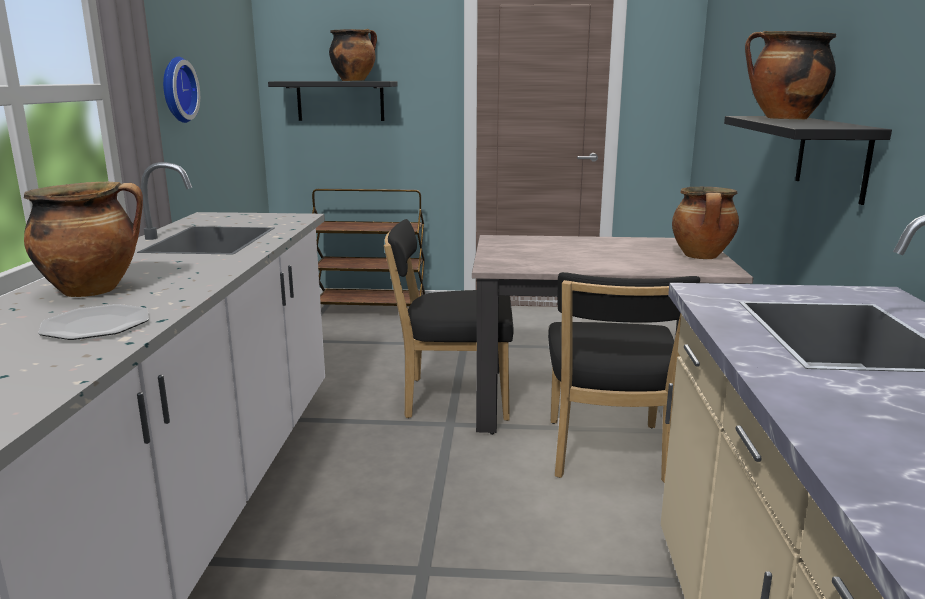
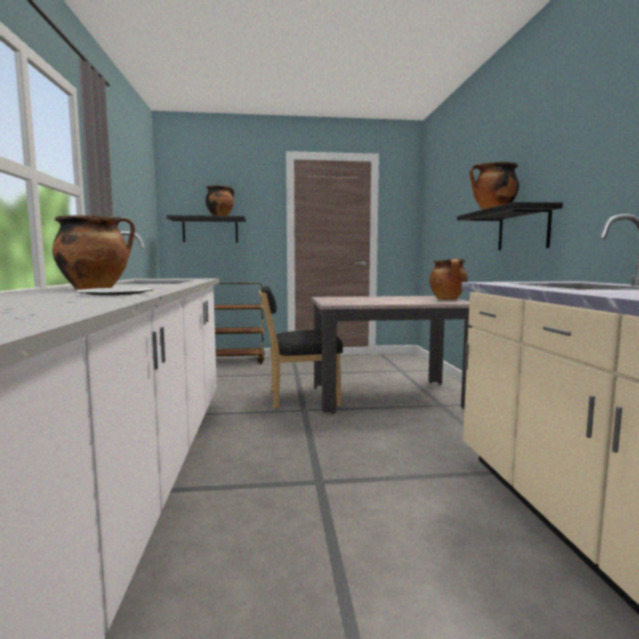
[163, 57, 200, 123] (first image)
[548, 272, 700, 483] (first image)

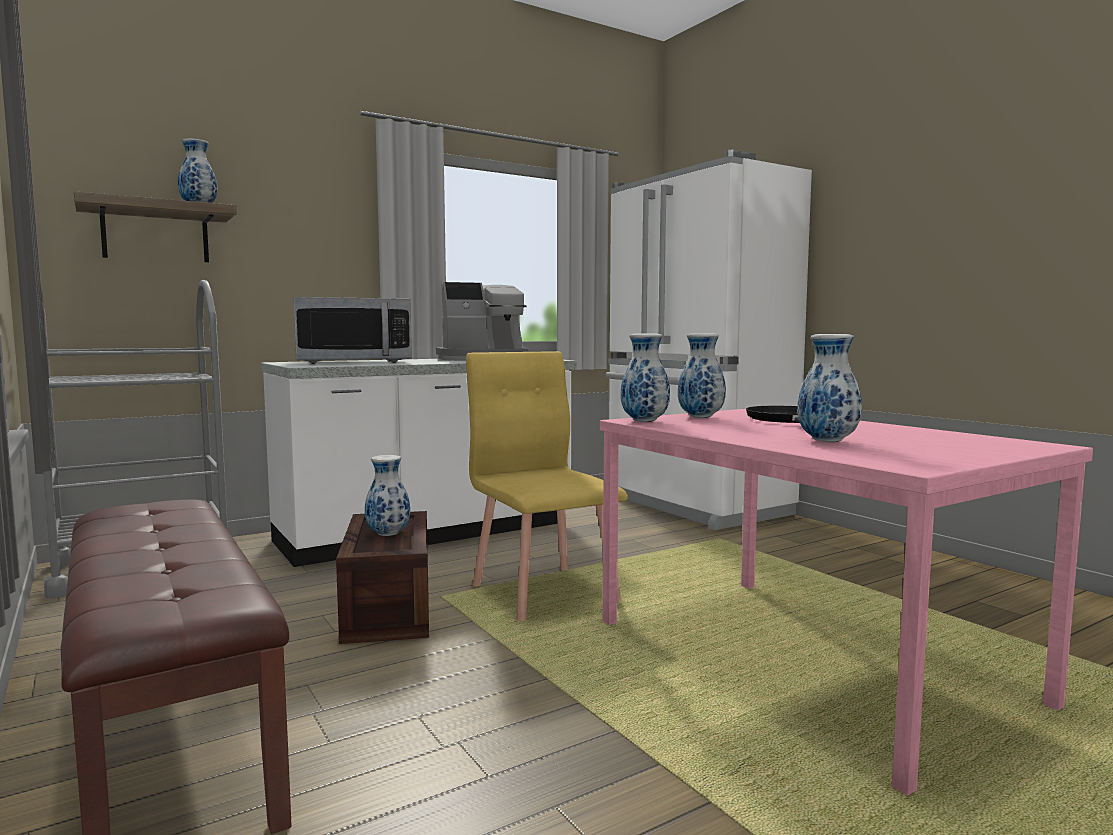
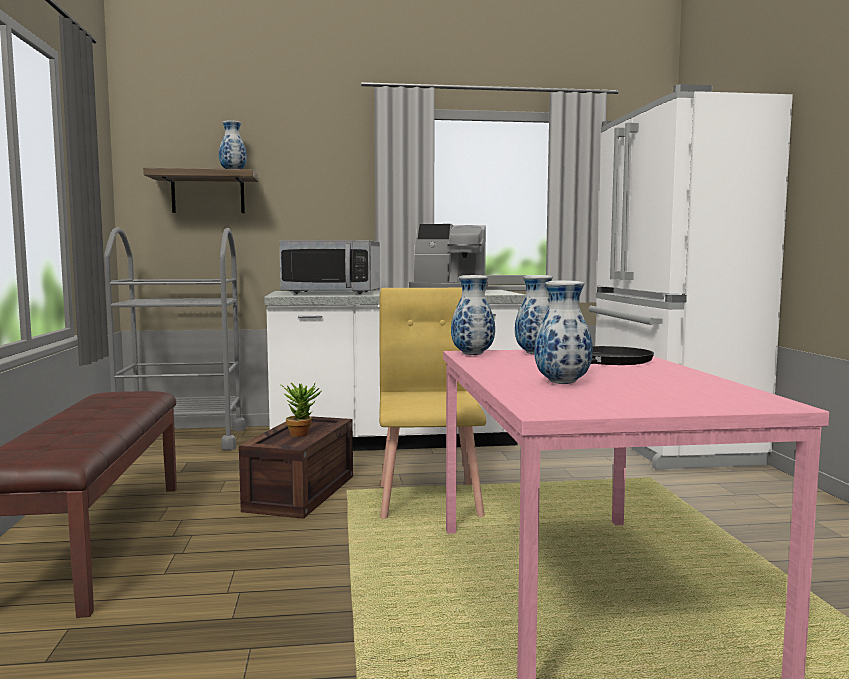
[281, 383, 321, 437]

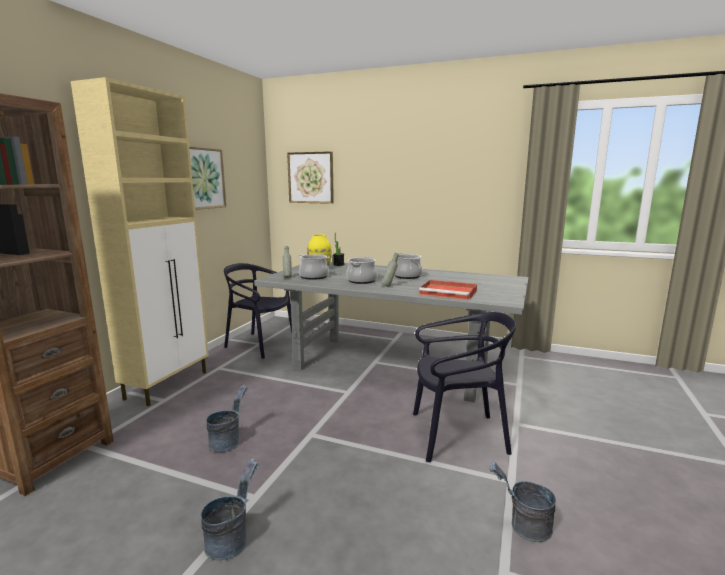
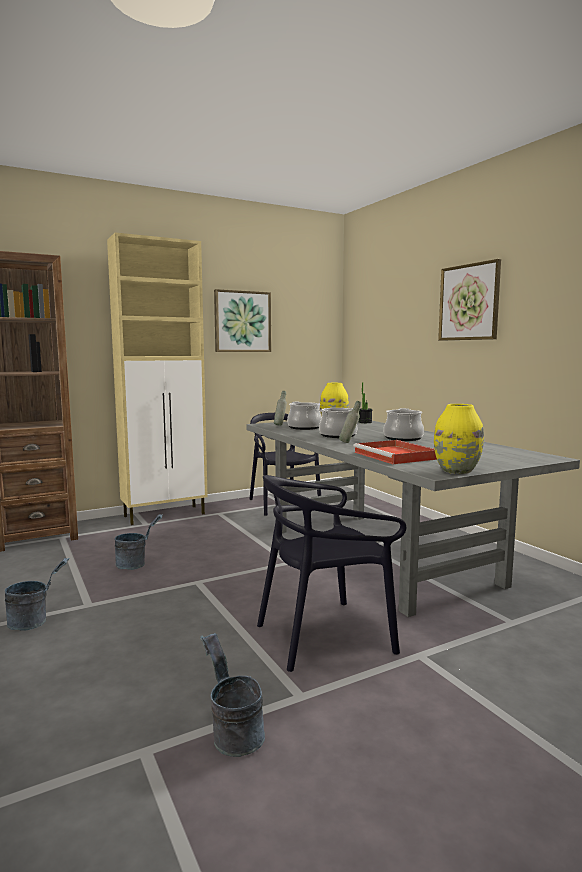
[438, 259, 501, 341]
[257, 475, 406, 672]
[434, 404, 484, 474]

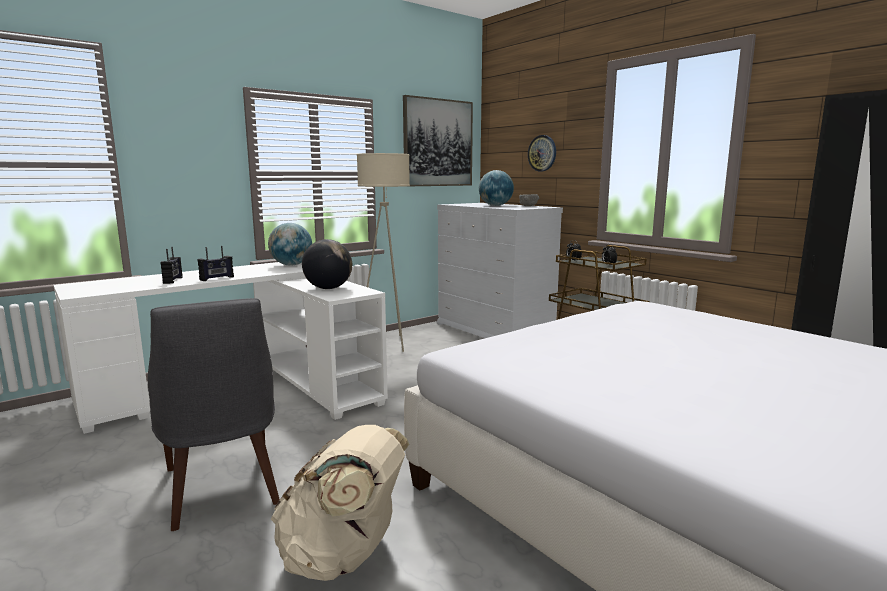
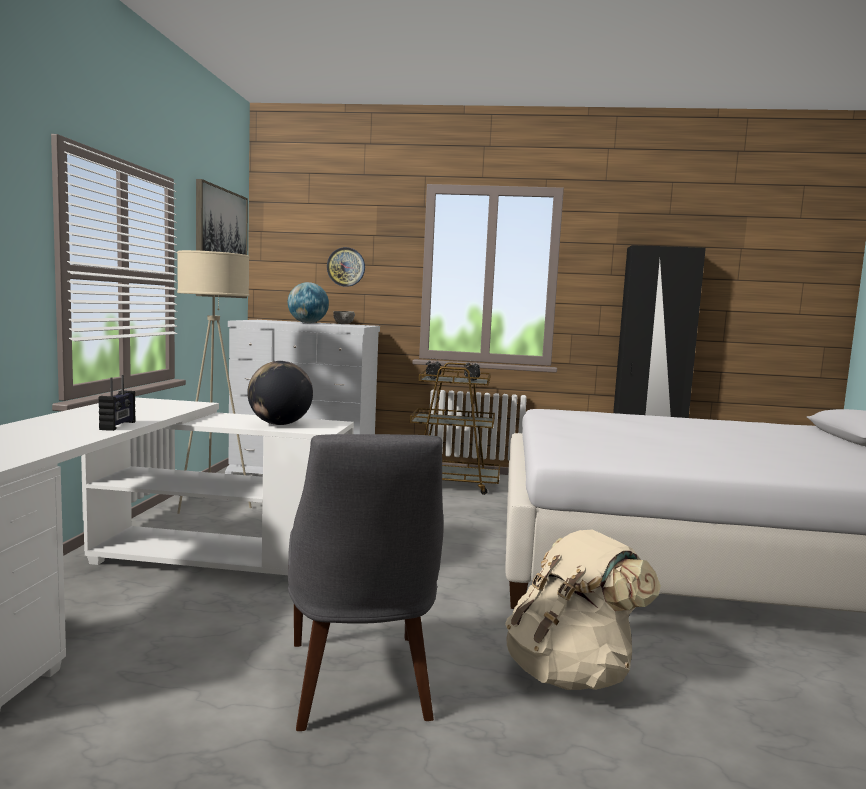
[268, 223, 312, 266] (first image)
[161, 247, 183, 284] (first image)
[288, 434, 444, 731]

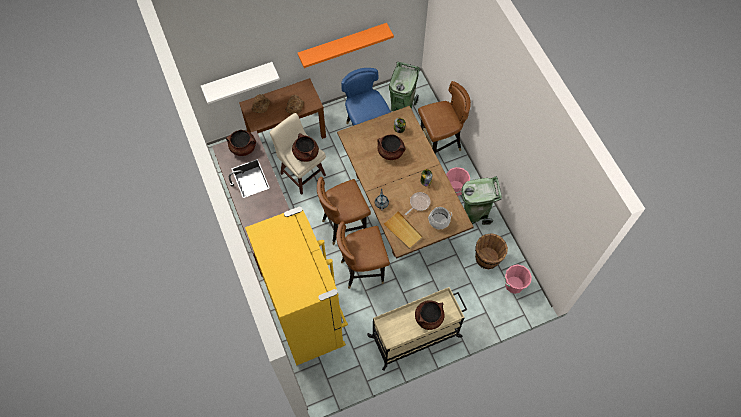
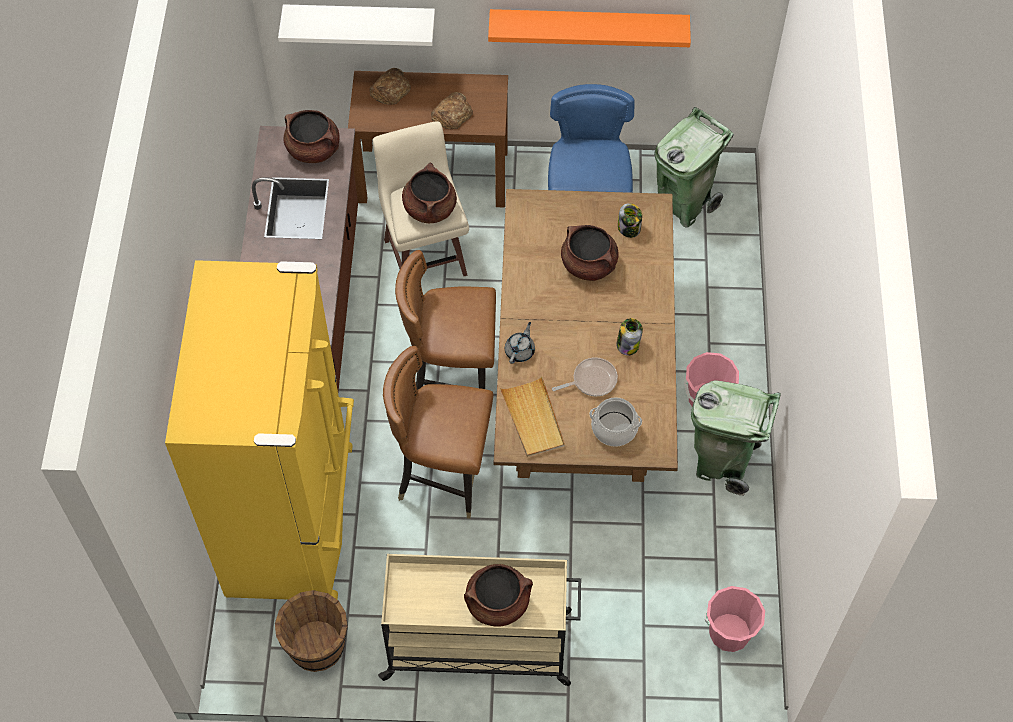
[418, 81, 471, 155] (first image)
[275, 590, 347, 672]

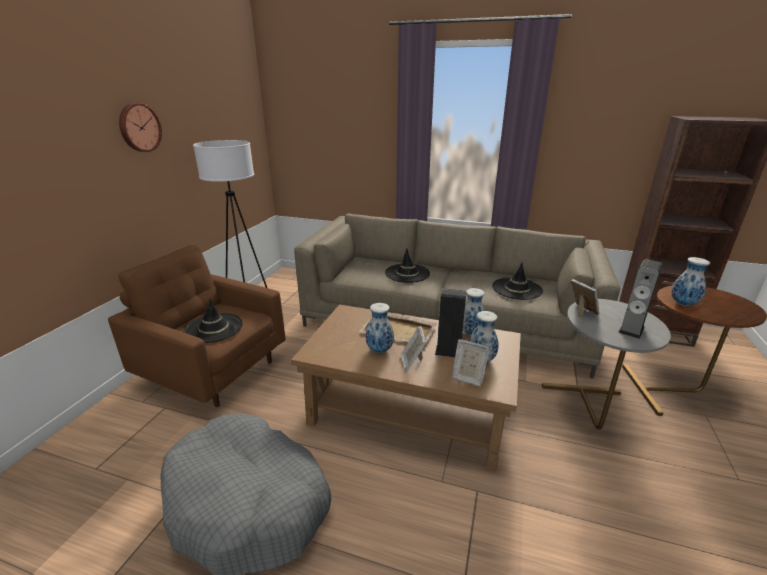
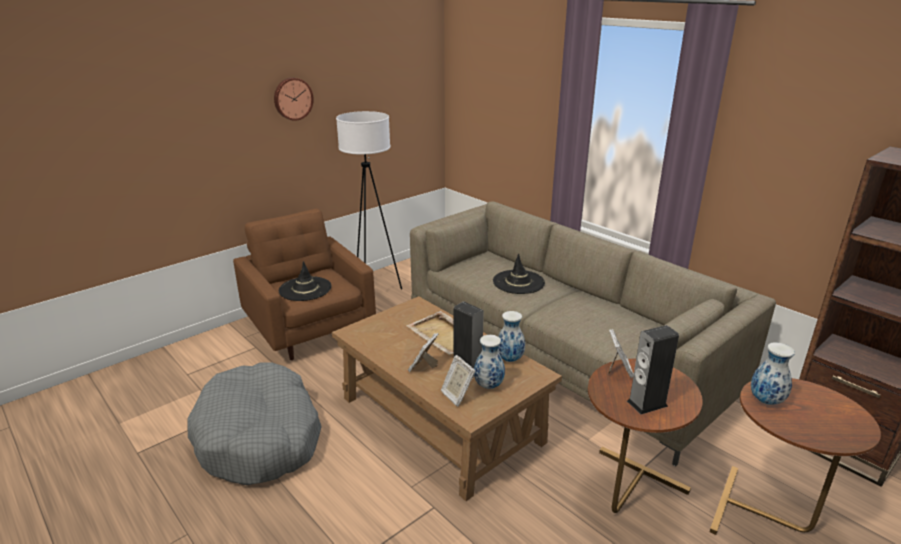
[492, 263, 543, 300] (first image)
[588, 359, 703, 513]
[366, 303, 394, 353] (first image)

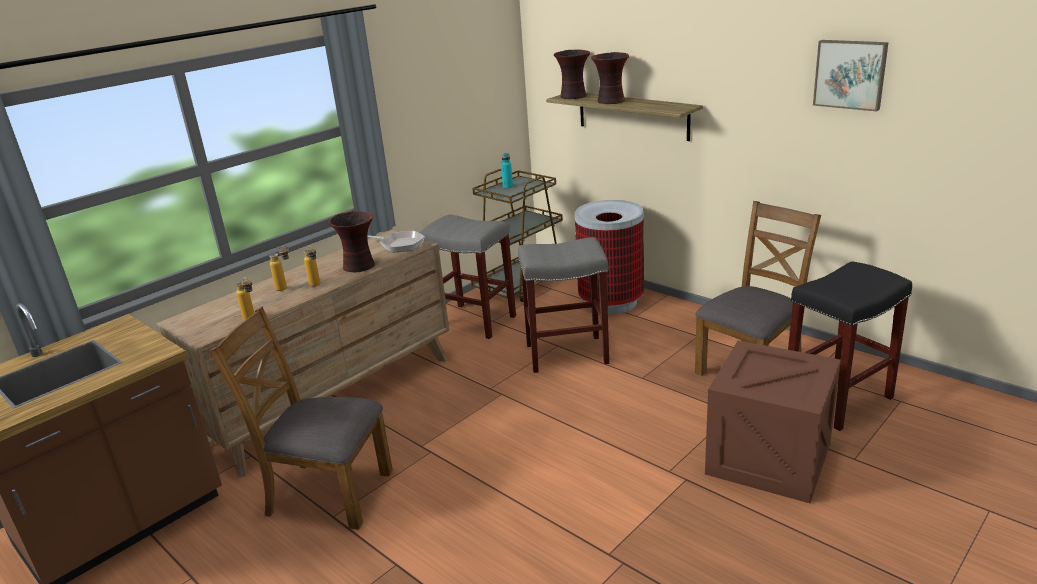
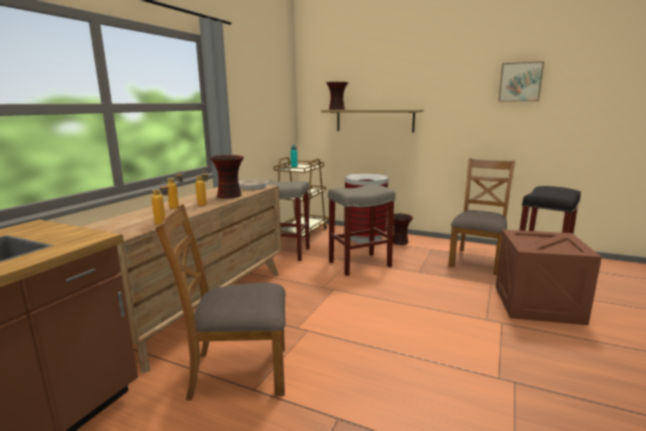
[393, 213, 413, 245]

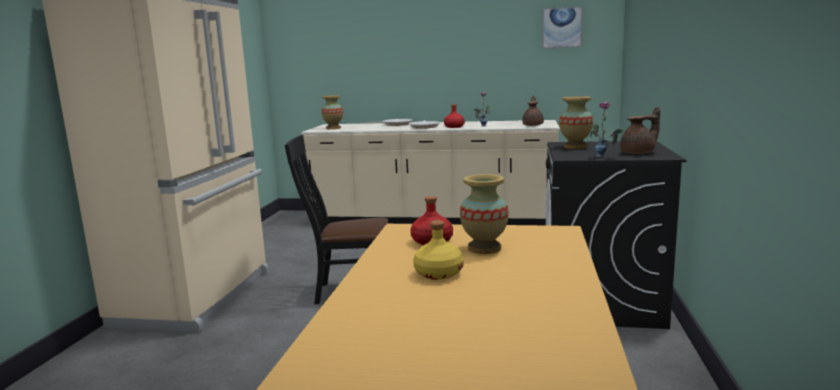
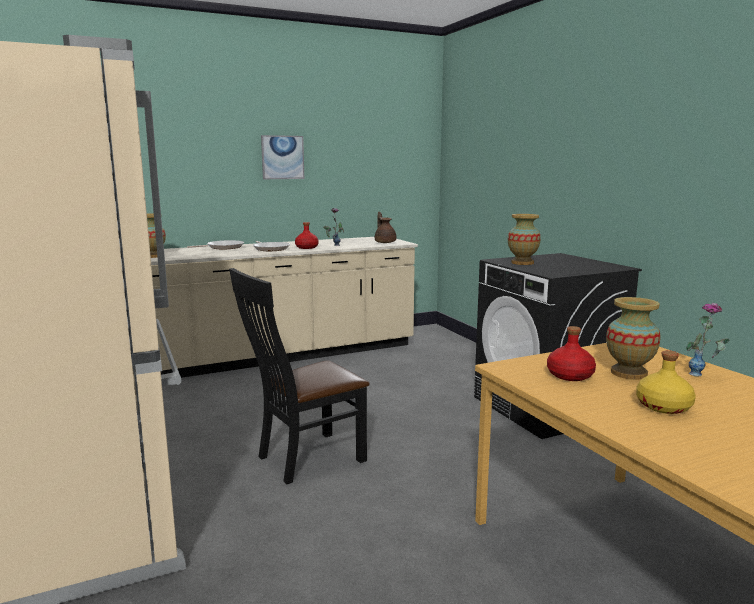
[261, 135, 304, 179]
[686, 303, 730, 377]
[620, 107, 660, 154] (first image)

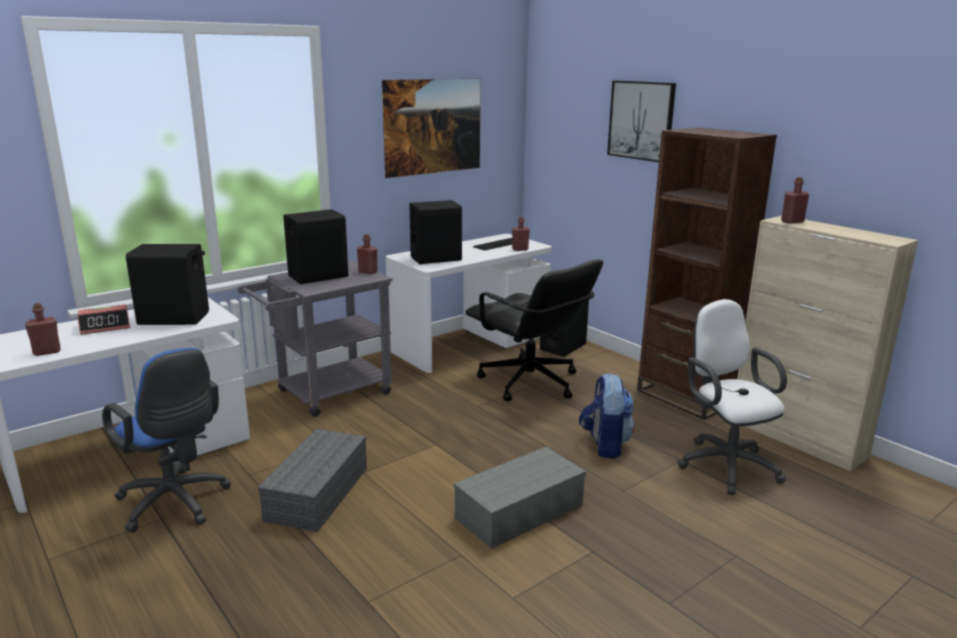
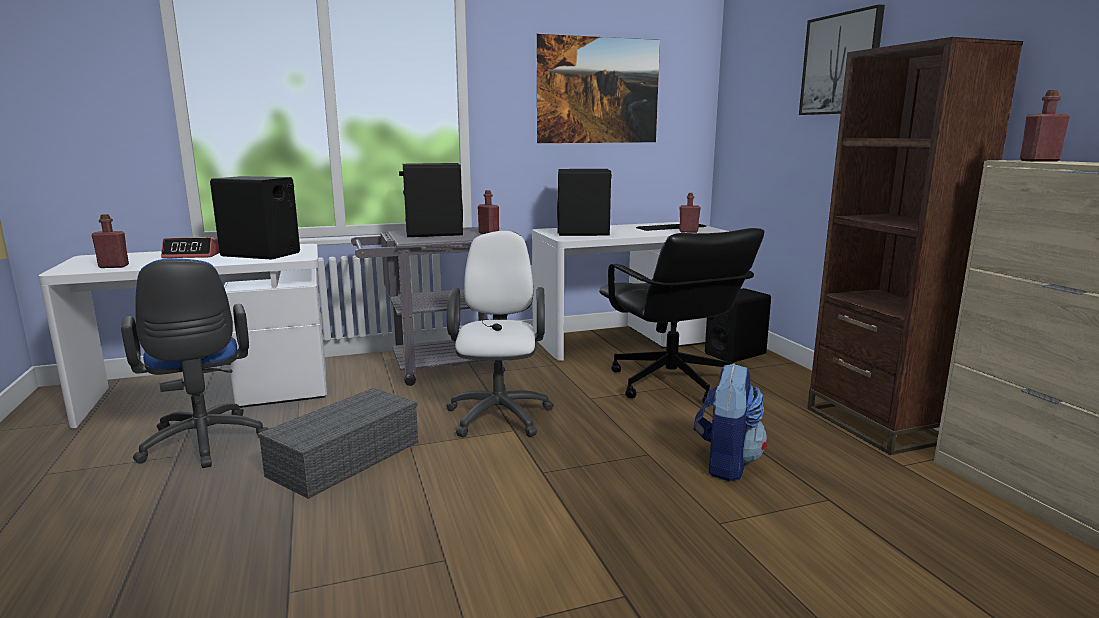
[446, 231, 554, 438]
[454, 447, 586, 549] (first image)

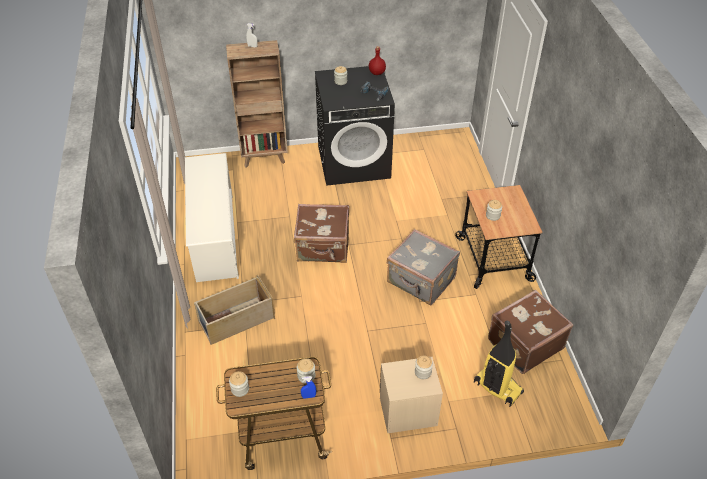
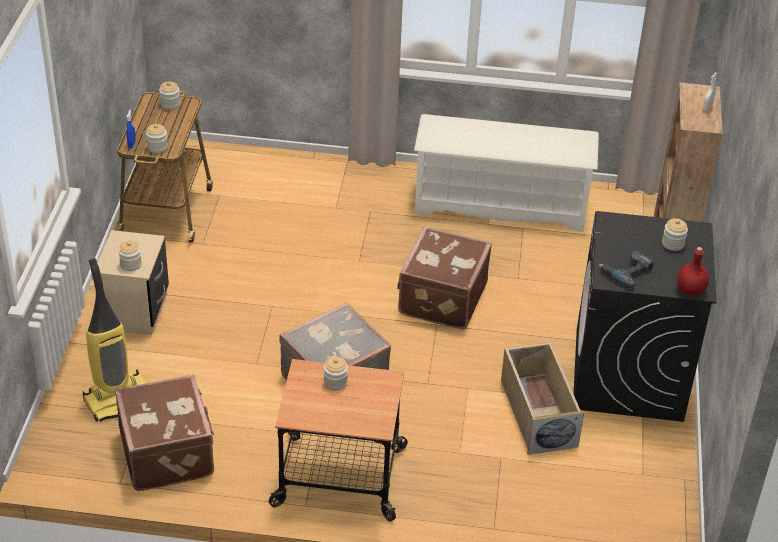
[501, 342, 584, 455]

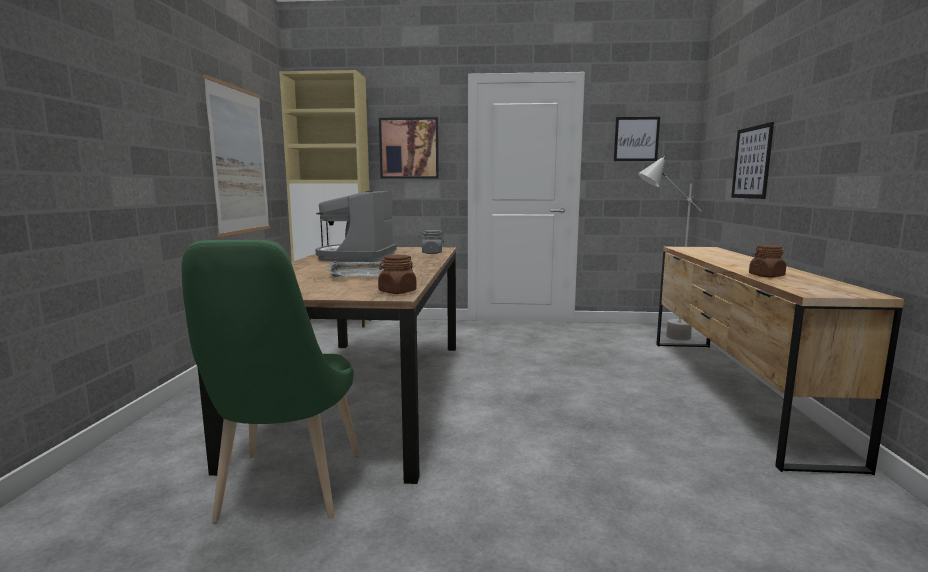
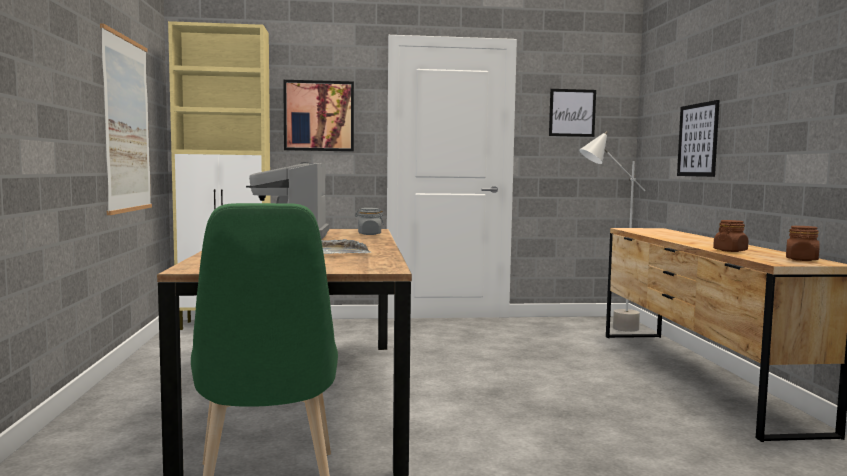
[786, 226, 820, 261]

